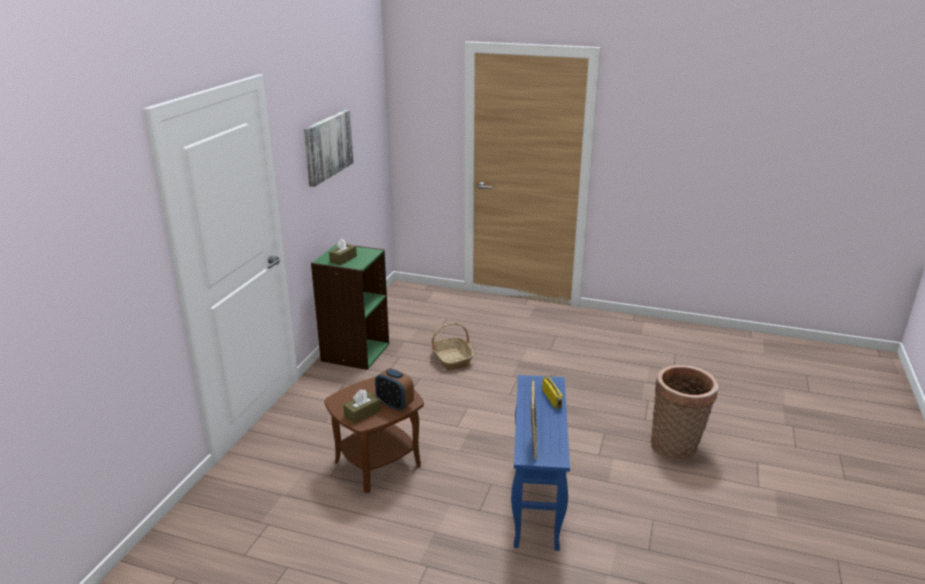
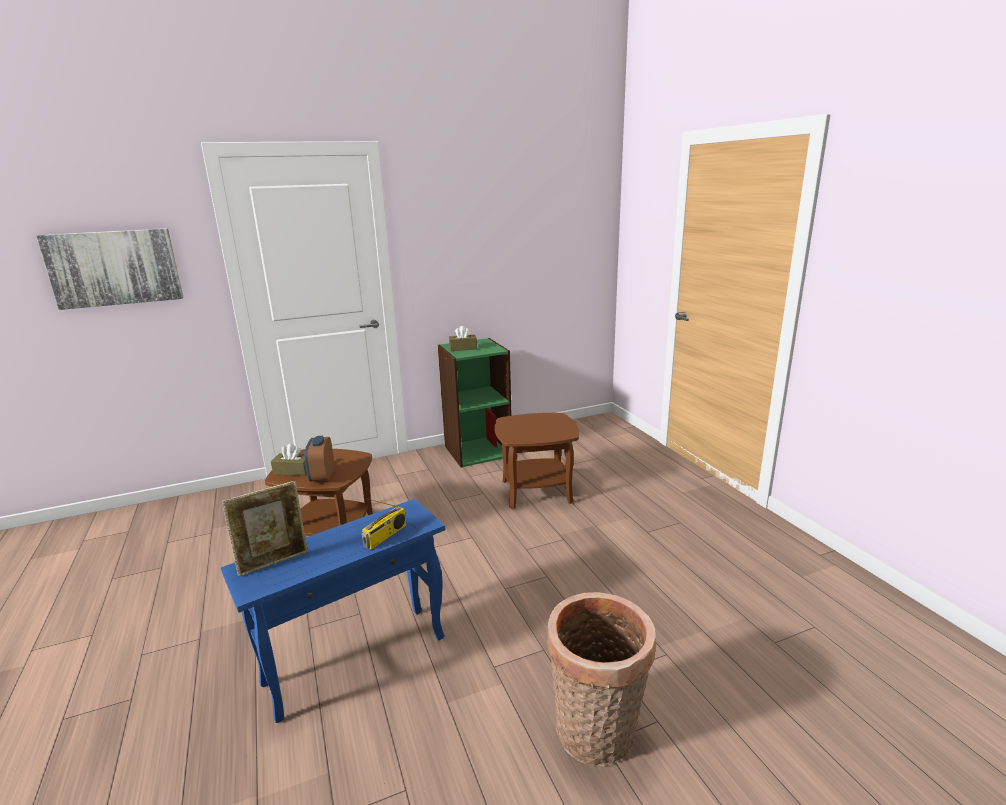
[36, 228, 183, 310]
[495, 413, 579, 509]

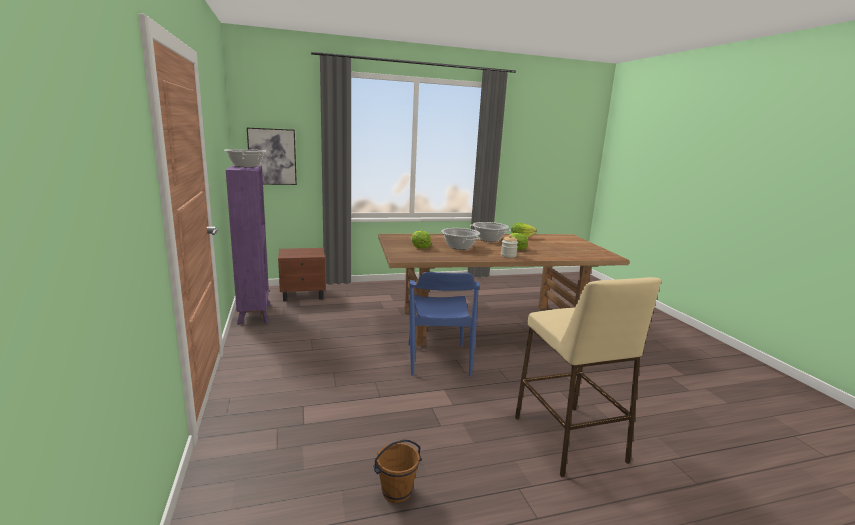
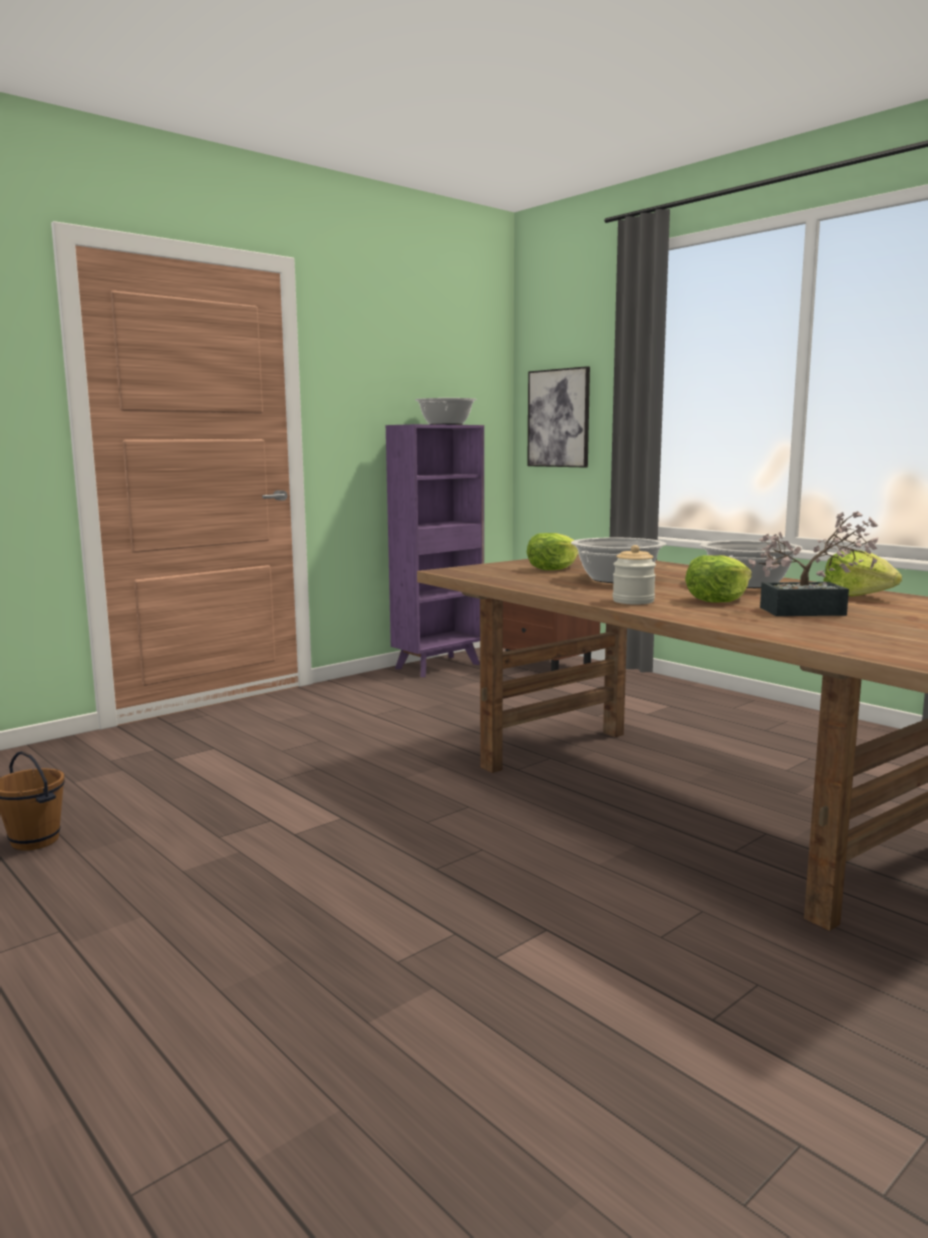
[408, 272, 480, 376] (first image)
[515, 277, 661, 477] (first image)
[749, 511, 878, 616]

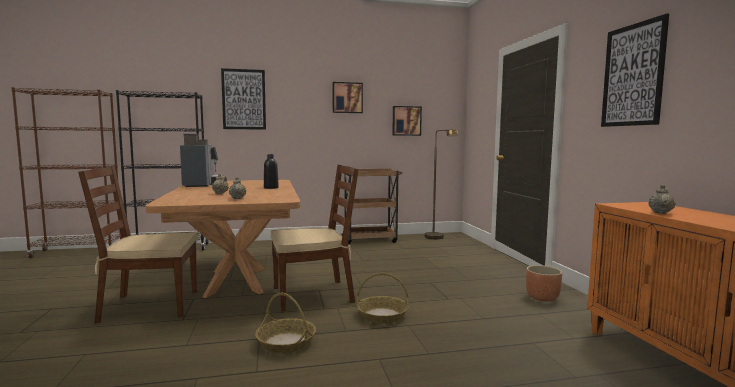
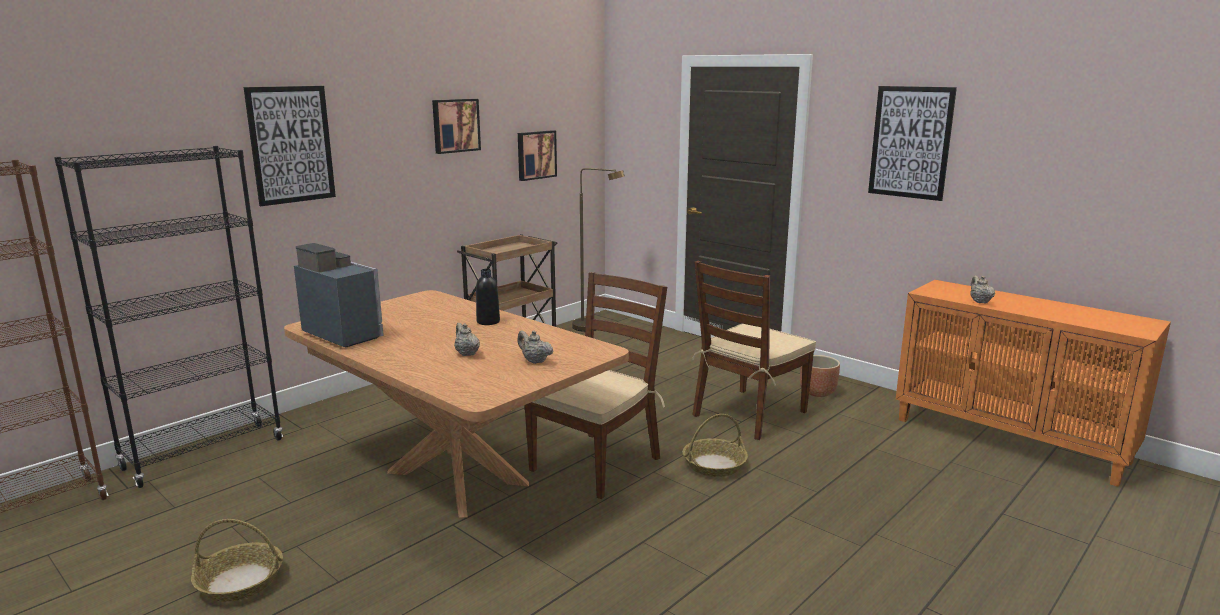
[692, 261, 816, 440]
[191, 519, 283, 602]

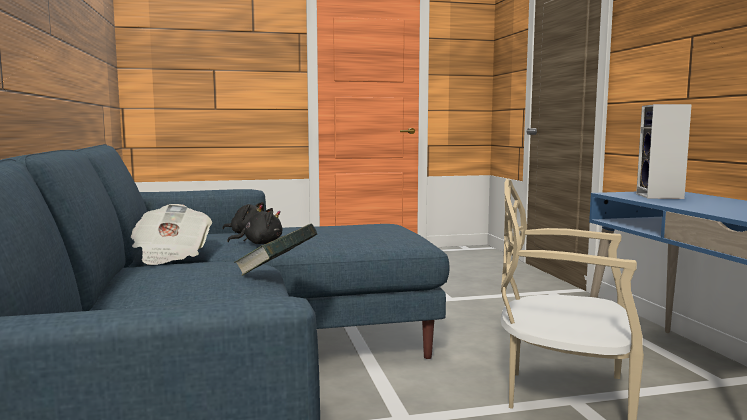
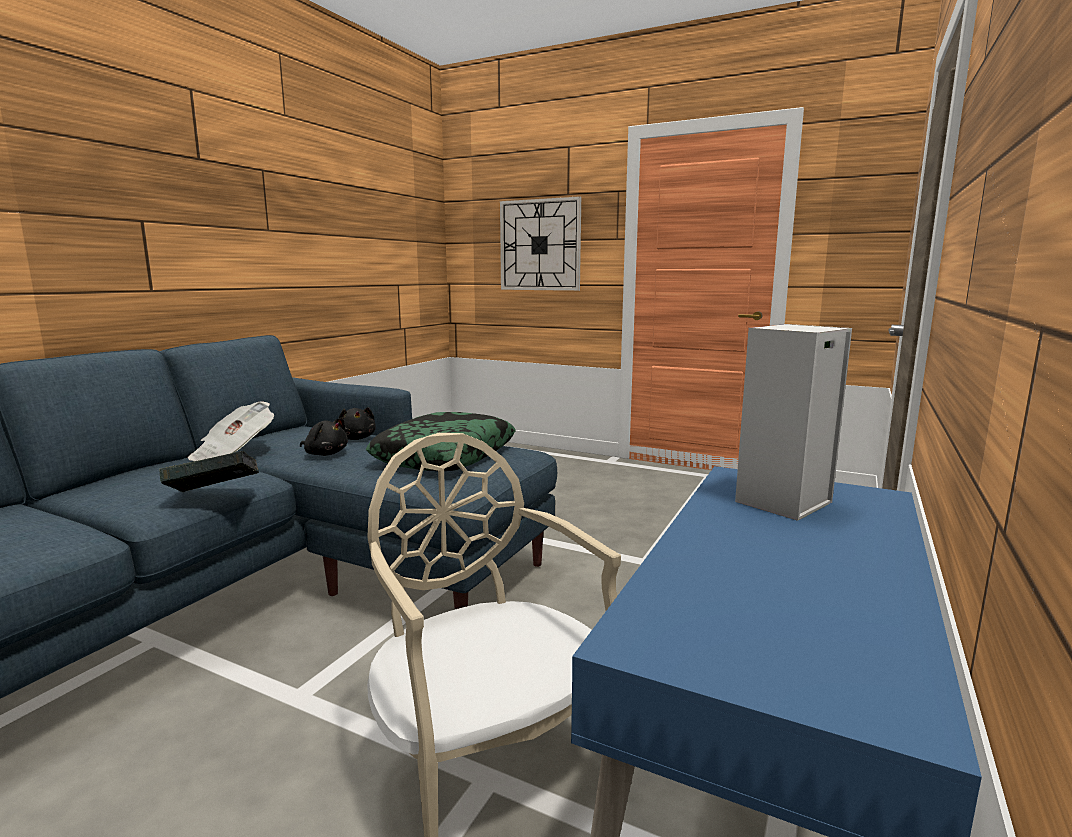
[500, 196, 581, 291]
[366, 412, 516, 471]

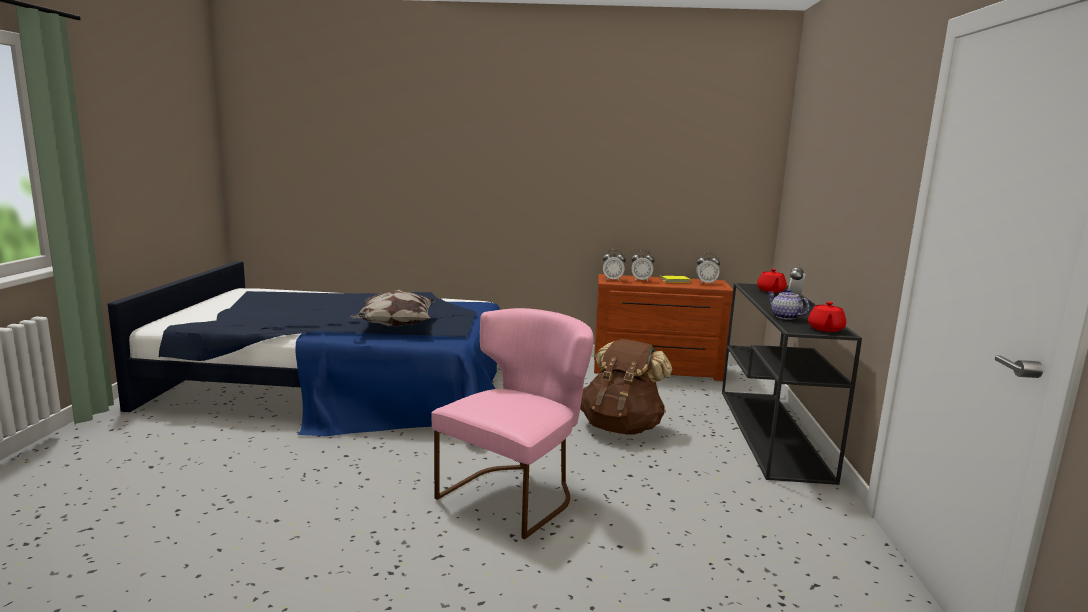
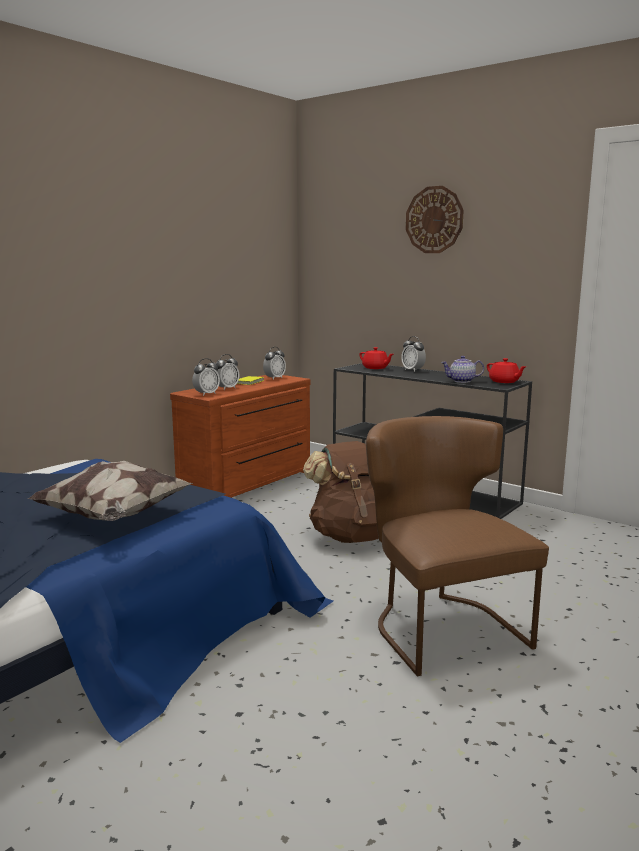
[366, 416, 549, 677]
[406, 186, 464, 253]

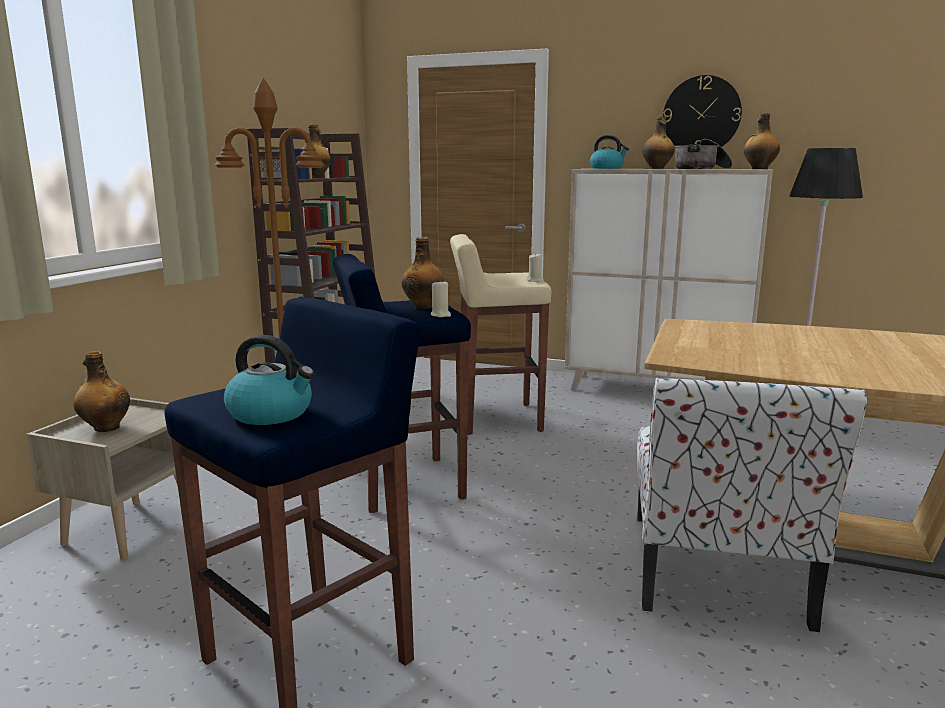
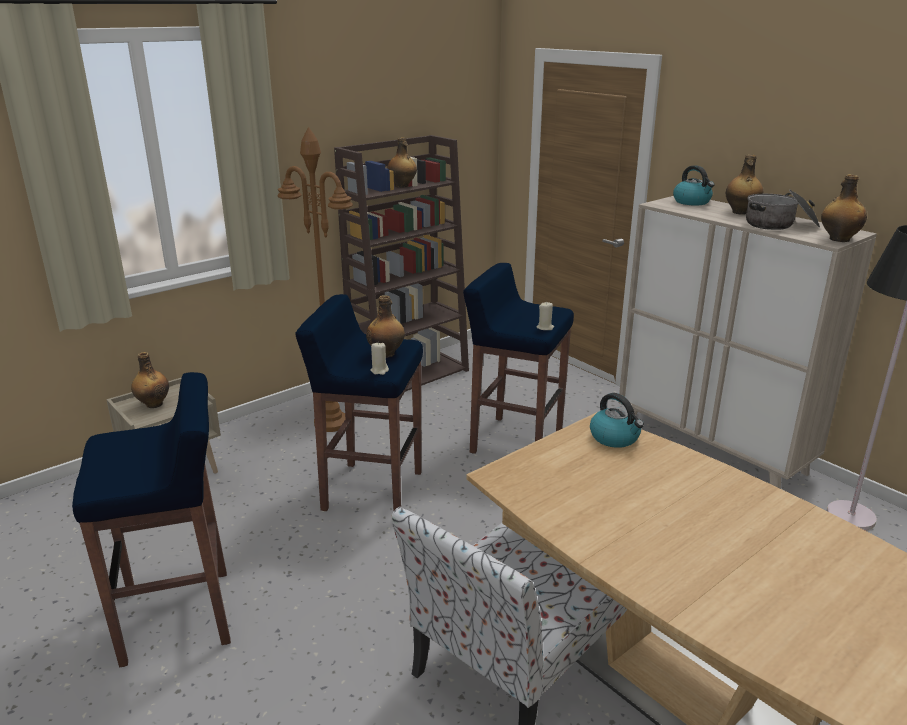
[663, 75, 742, 147] (first image)
[463, 263, 574, 454]
[590, 393, 644, 448]

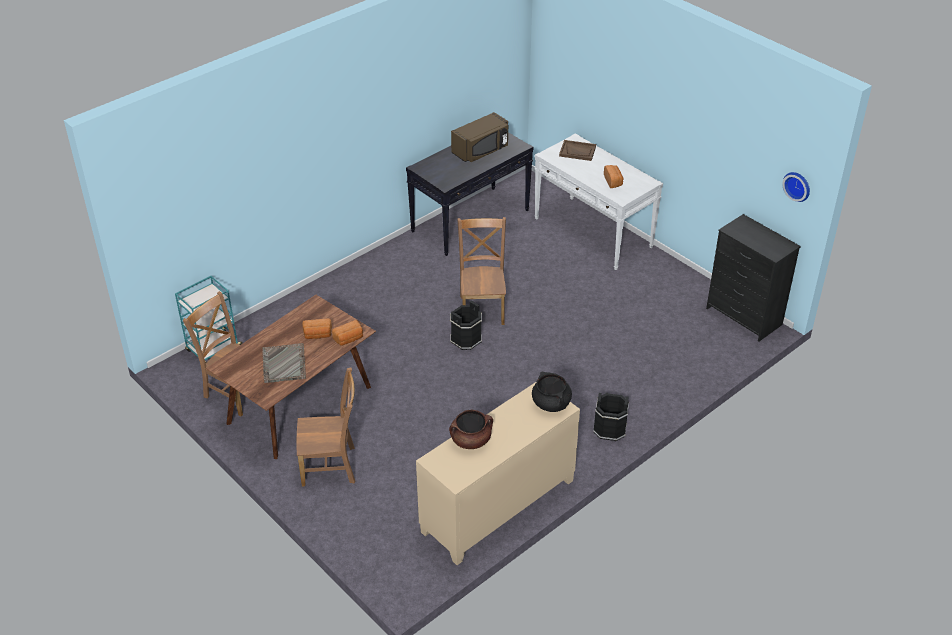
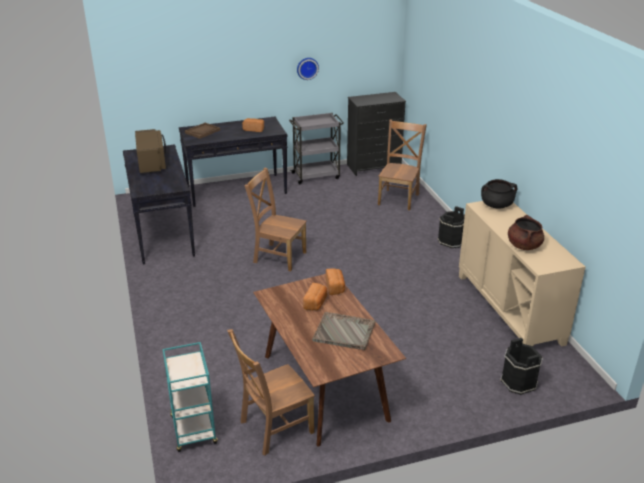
[179, 117, 288, 207]
[297, 58, 319, 80]
[500, 338, 543, 395]
[378, 120, 427, 210]
[289, 113, 344, 184]

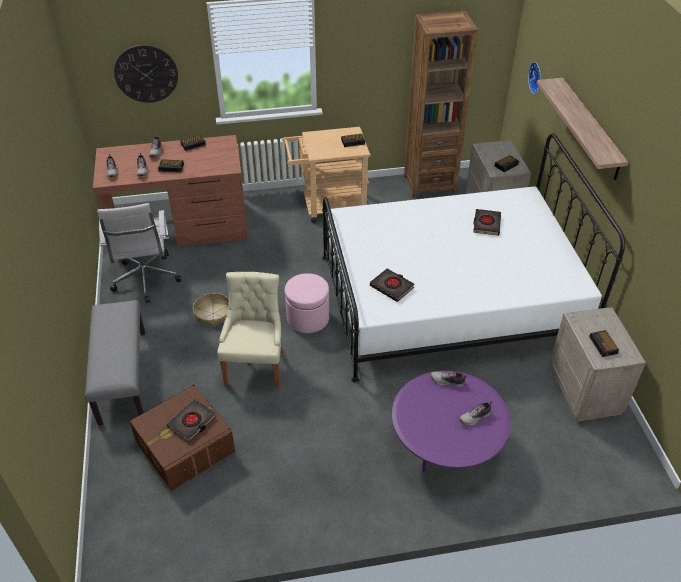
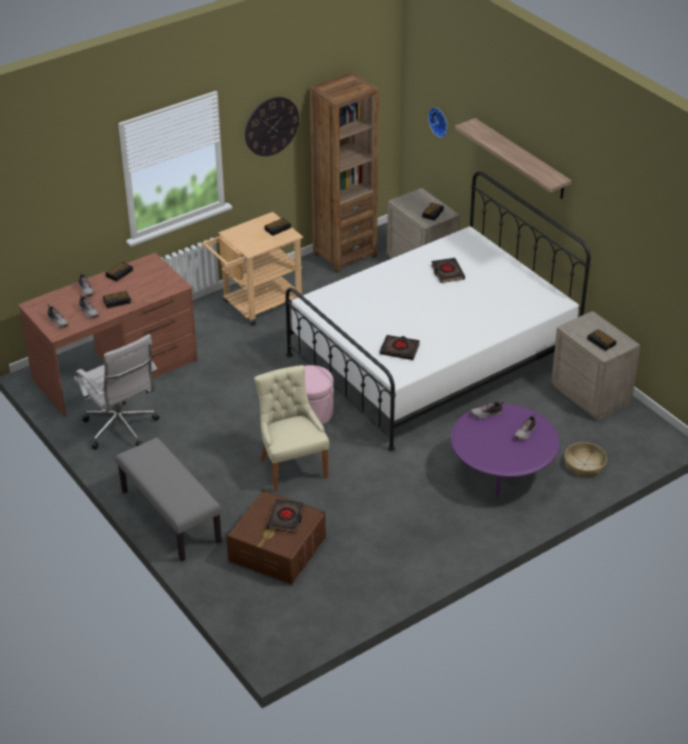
[245, 97, 299, 156]
[565, 442, 607, 477]

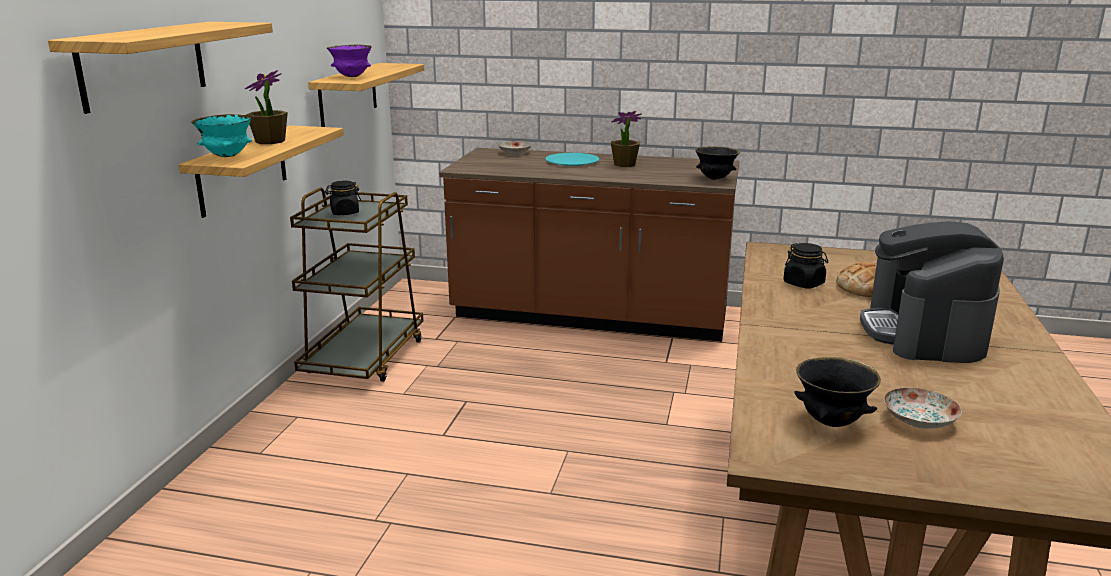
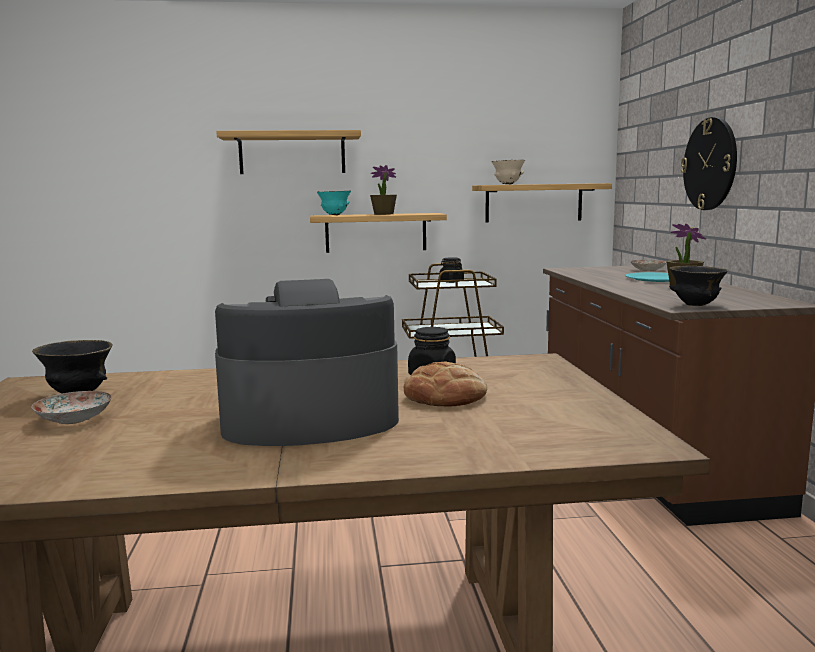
[491, 160, 525, 184]
[681, 117, 737, 210]

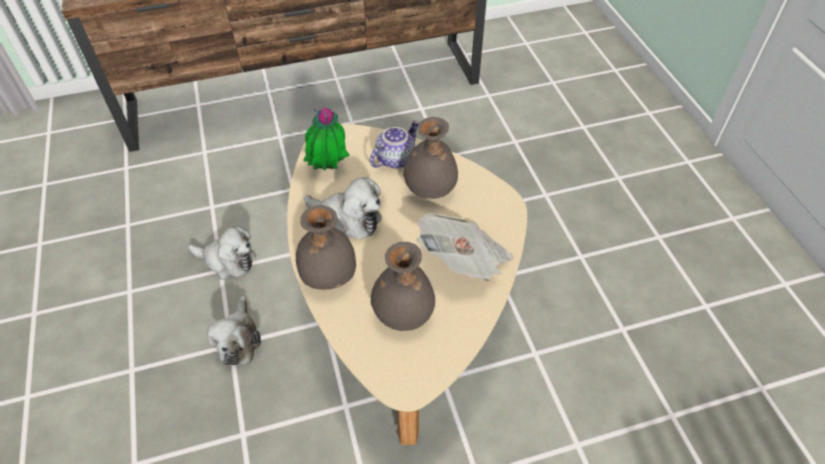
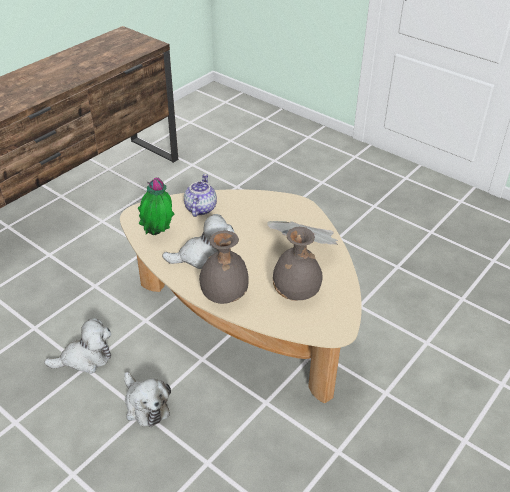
[403, 117, 458, 199] (first image)

